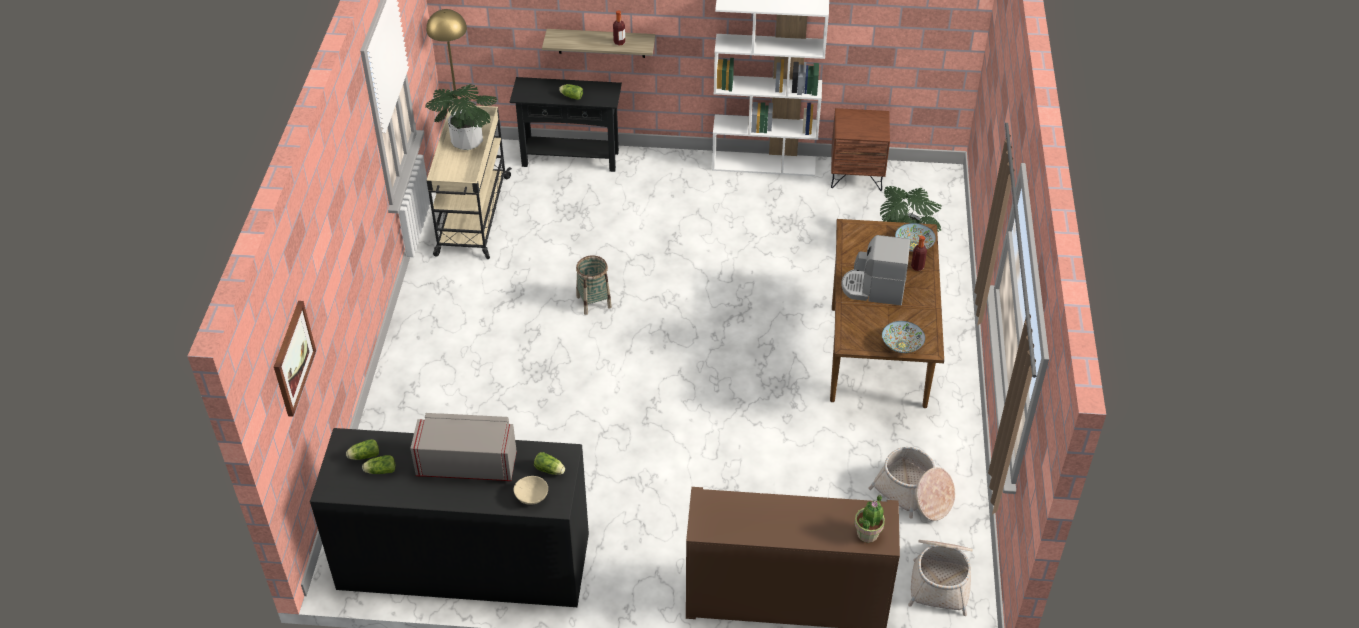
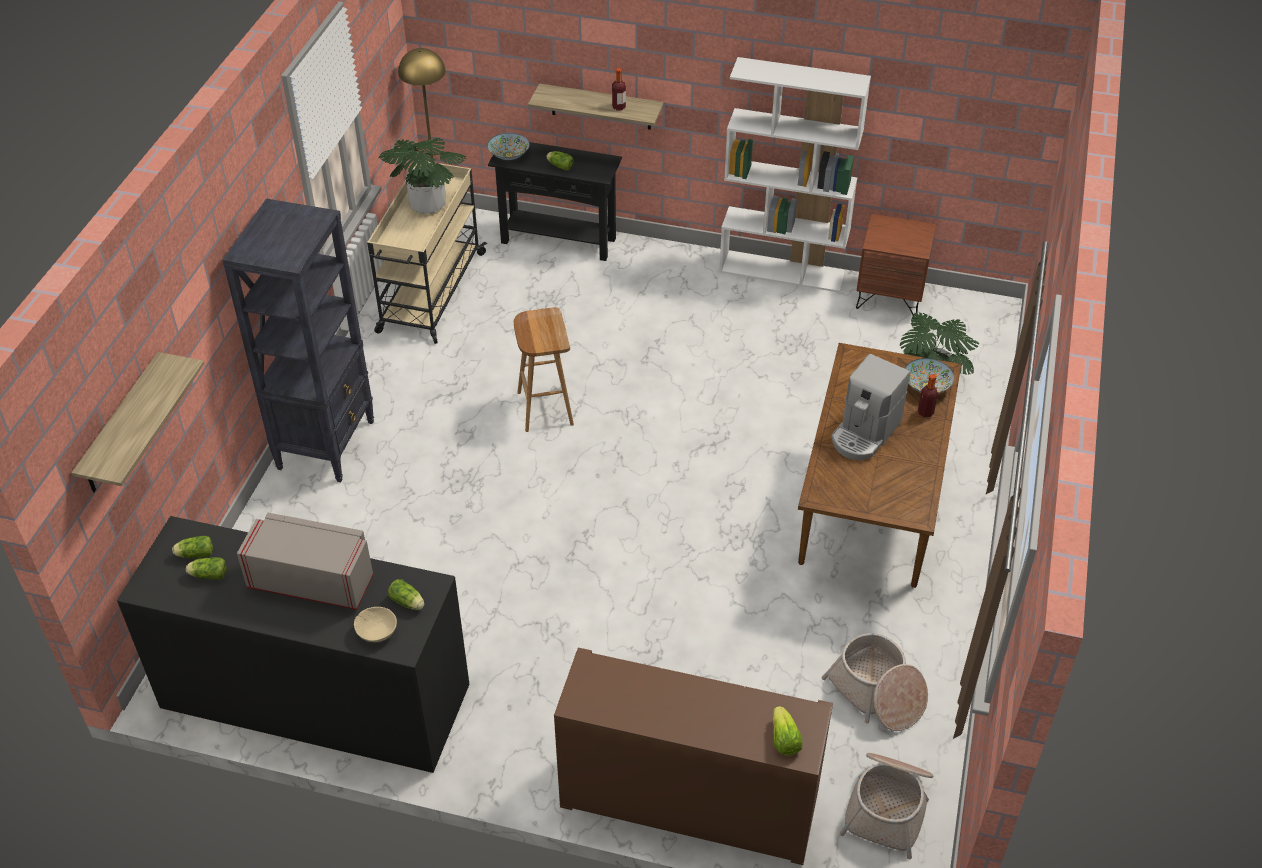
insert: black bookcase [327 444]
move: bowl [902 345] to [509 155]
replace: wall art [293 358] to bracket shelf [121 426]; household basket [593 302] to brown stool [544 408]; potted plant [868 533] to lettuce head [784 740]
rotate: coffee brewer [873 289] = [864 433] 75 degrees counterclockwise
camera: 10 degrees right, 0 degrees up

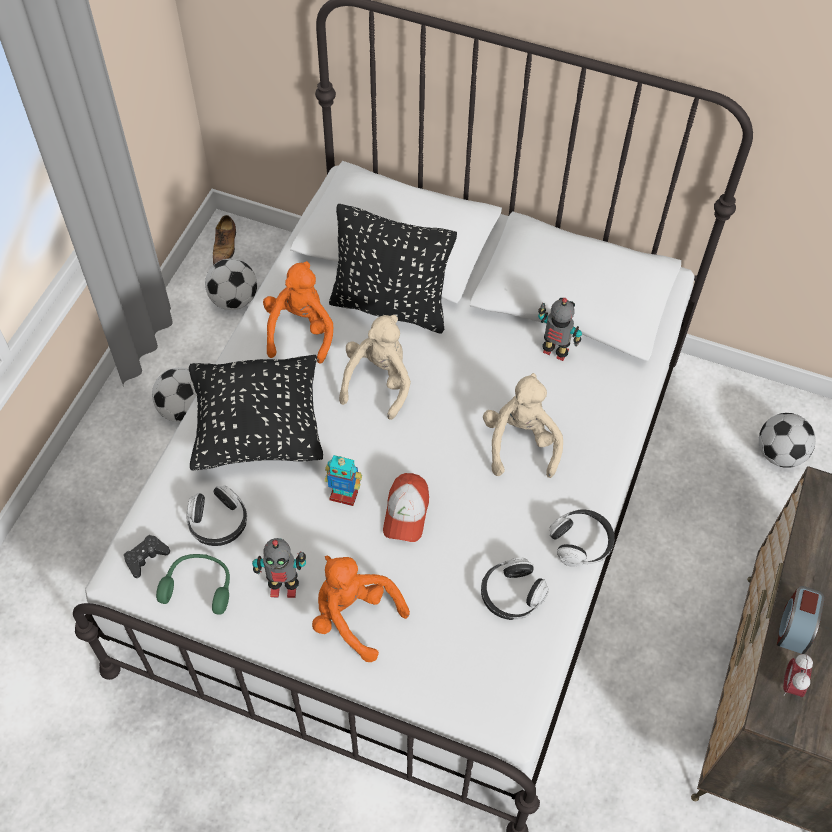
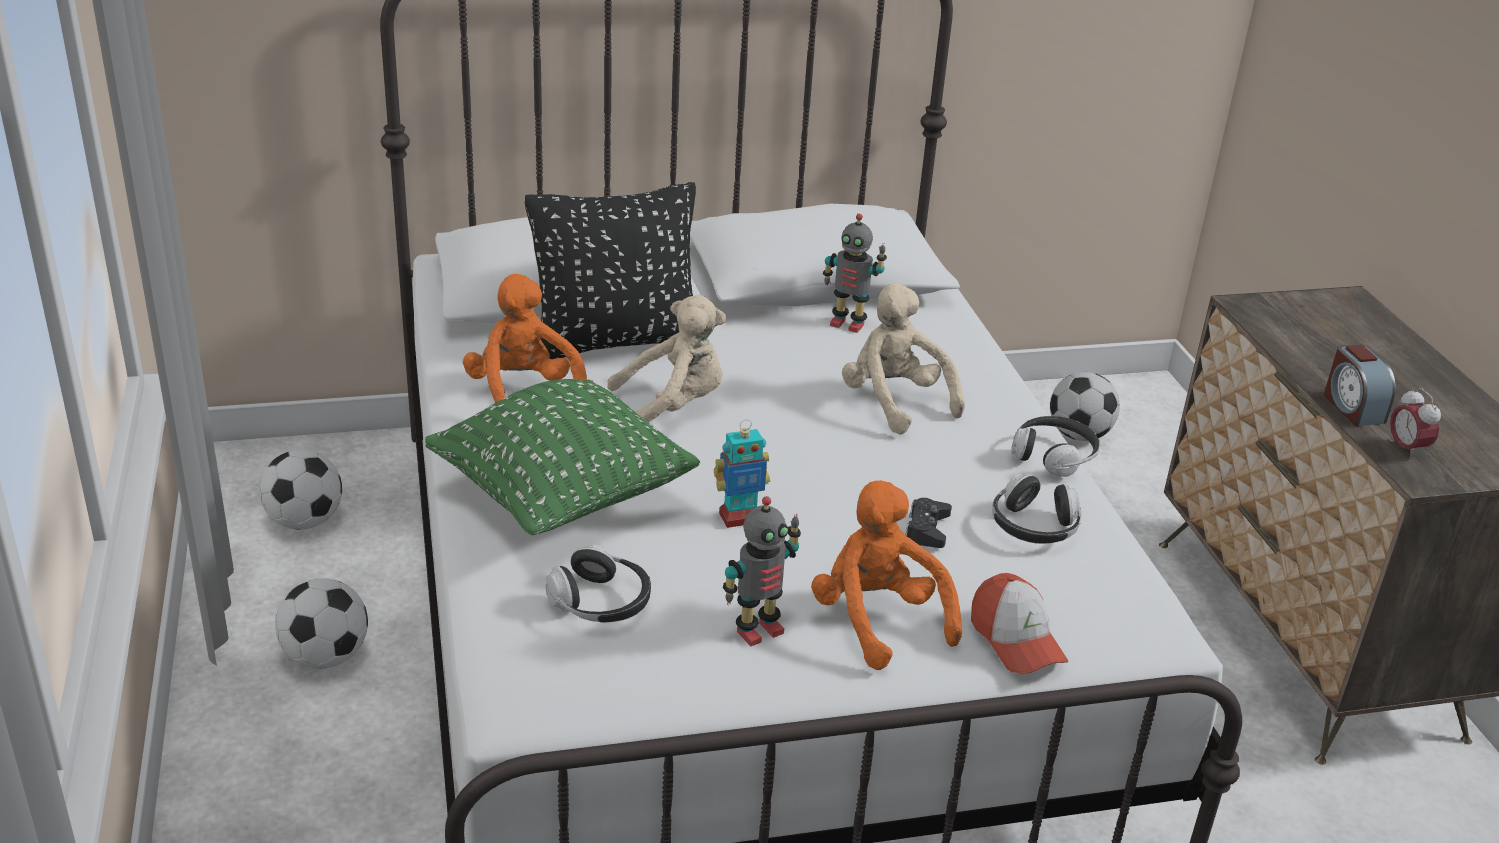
delete: greenish headset [199 586]; shoe [225 247]
move: black game controller [146 557] to [927 530]; peaked cap [406 513] to [1016 640]
recolor: black pillow [258 430] to greenish pillow [562 498]
rotate: orange-coloured cuddly toy [354 616] = [877 620] 60 degrees clockwise; beige cuddly toy [378 381] = [672 407] 90 degrees clockwise; model robot [554 353] = [848 324] 150 degrees counterclockwise
camera: 35 degrees left, 25 degrees down

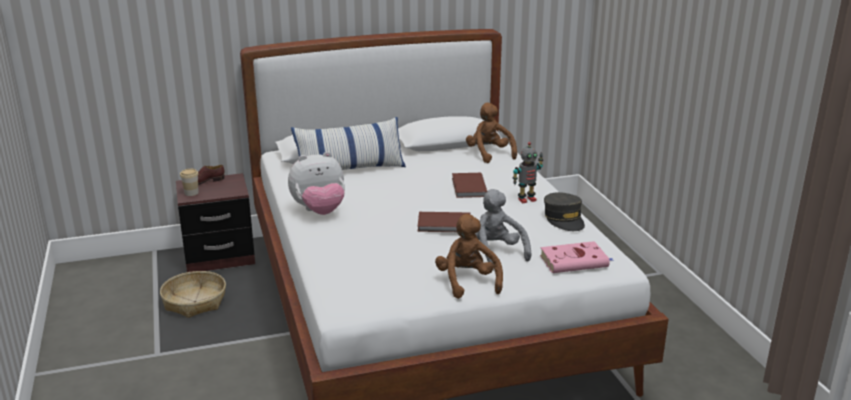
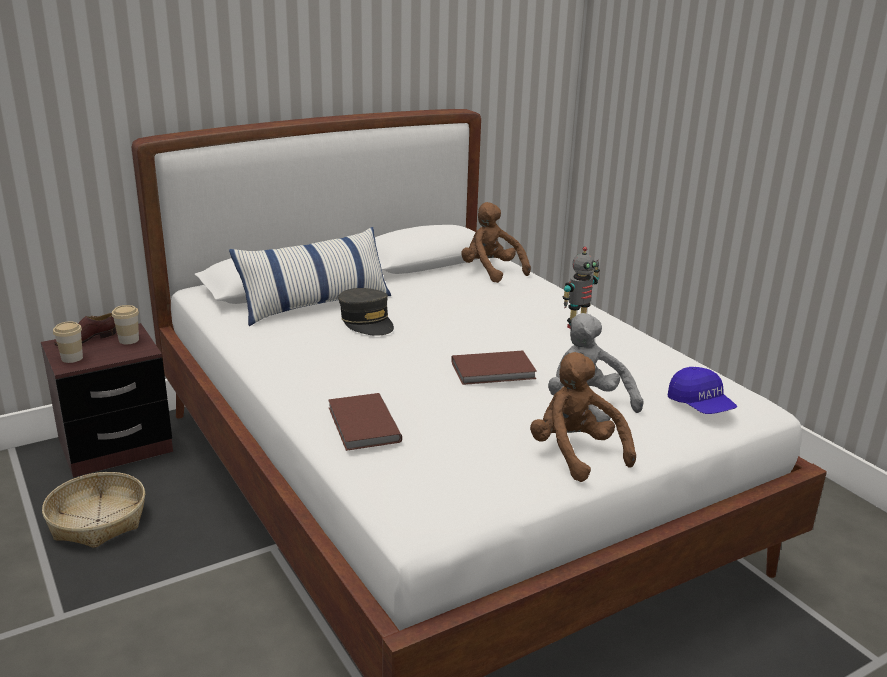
delete: cuddly toy [319 211]
insert: drinking cup [129 340]
move: brown volume [468 187] to [362 425]; gray peaked cap [564 219] to [367 322]
replace: pink volume [575 261] to bluish peaked cap [700 406]
camera: 15 degrees left, 0 degrees up

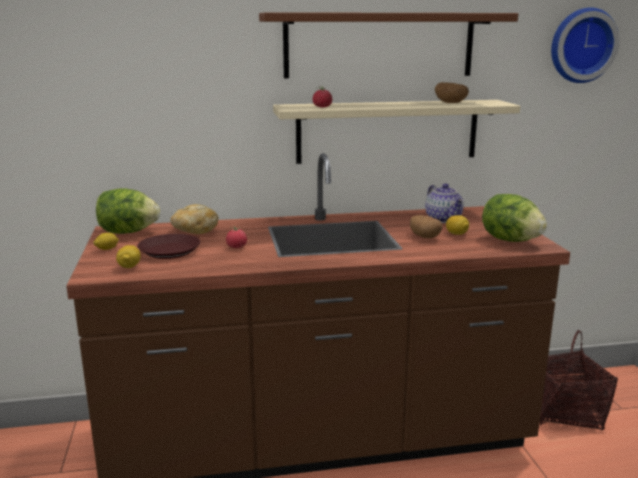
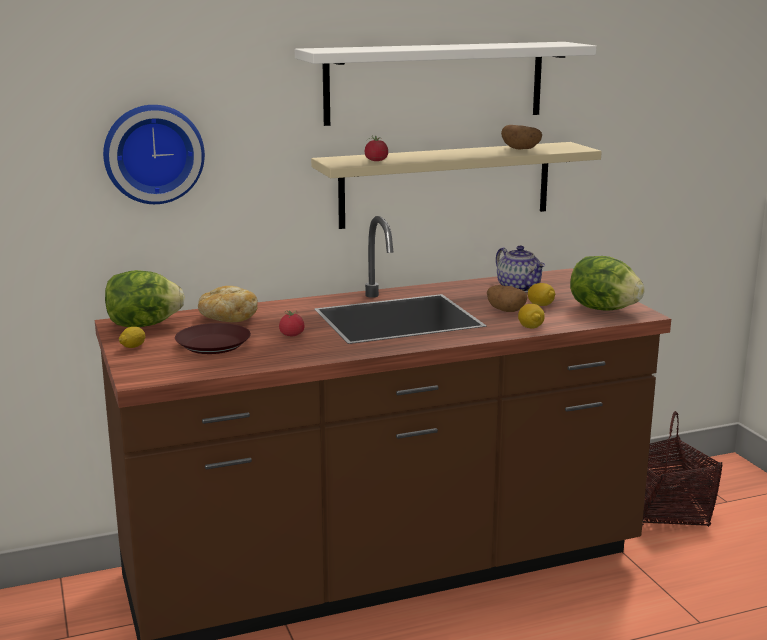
move: whole lemon [129 267] to [530 327]; hanging clock [581 45] to [153 153]
recolor: brown bracket shelf [379 45] to whitish bracket shelf [435 82]
camera: 10 degrees left, 0 degrees up

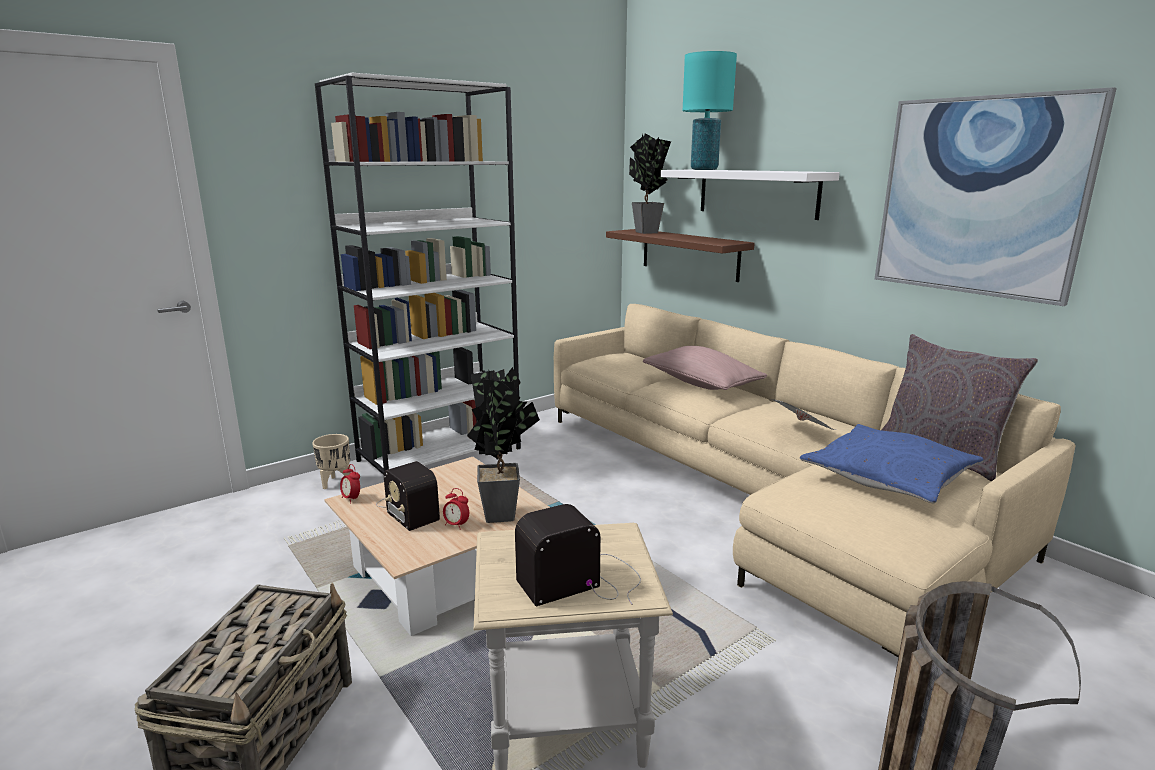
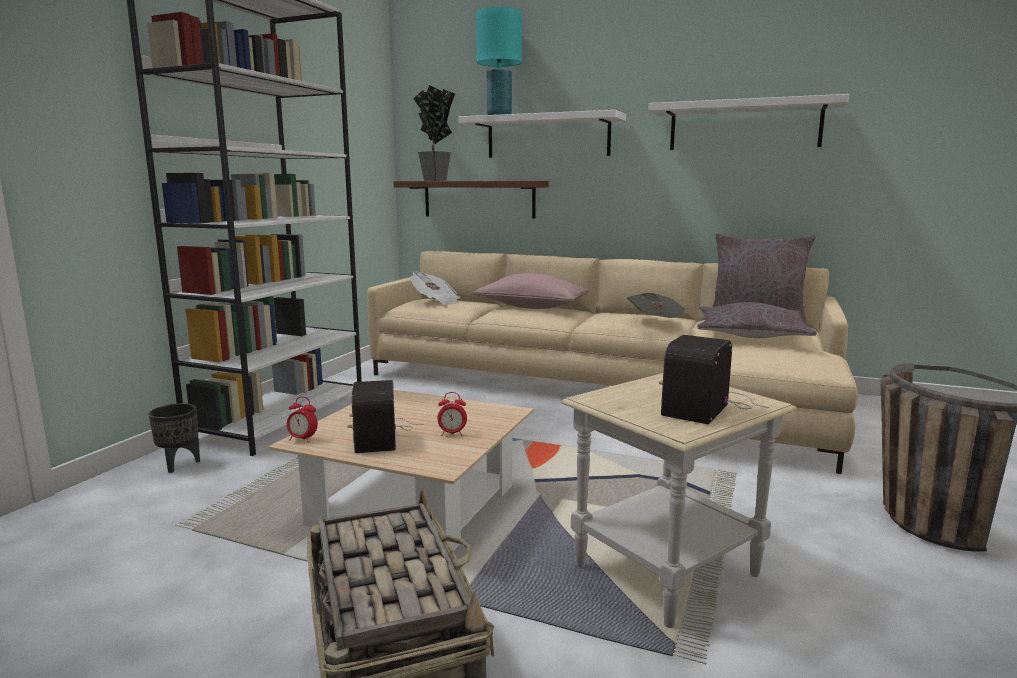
delete: potted plant [503 511]
insert: newspaper [435 302]
replace: wall art [980 197] to whitish bracket shelf [744 126]
recolor: beige planter [336 482] to black planter [179 464]; bluish pillow [888 477] to gray pillow [750 335]
rotate: radio receiver [408 508] = [380 433] 60 degrees clockwise
camera: 30 degrees left, 5 degrees down

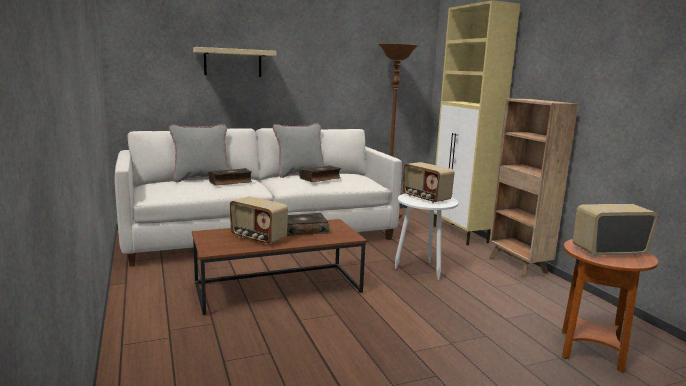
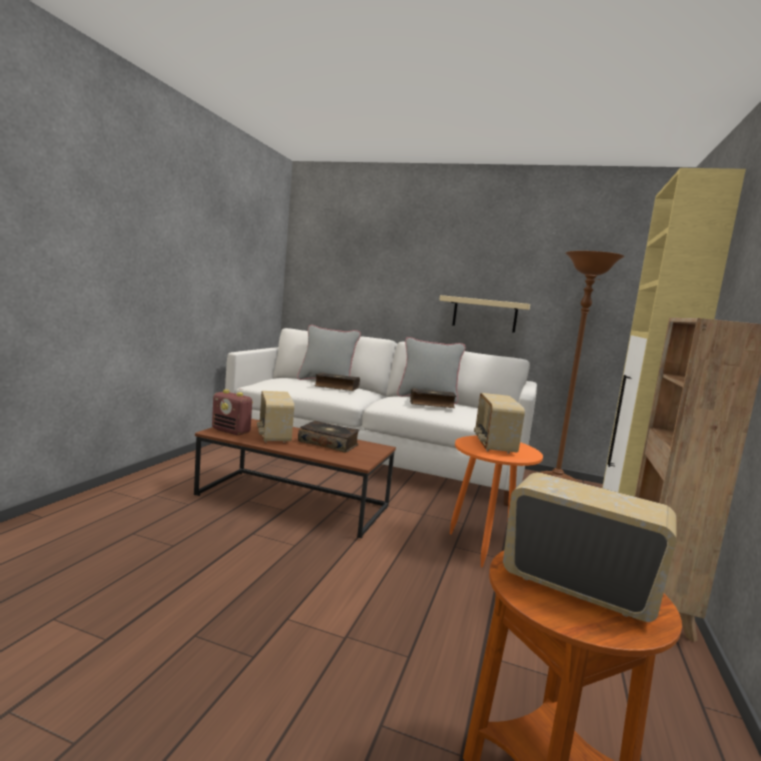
insert: radio receiver [231 431]
move: beige bracket shelf [233 62] to [484 314]
recolor: whitish accent table [422 269] to orange-coloured accent table [483 548]
camera: 40 degrees right, 5 degrees down

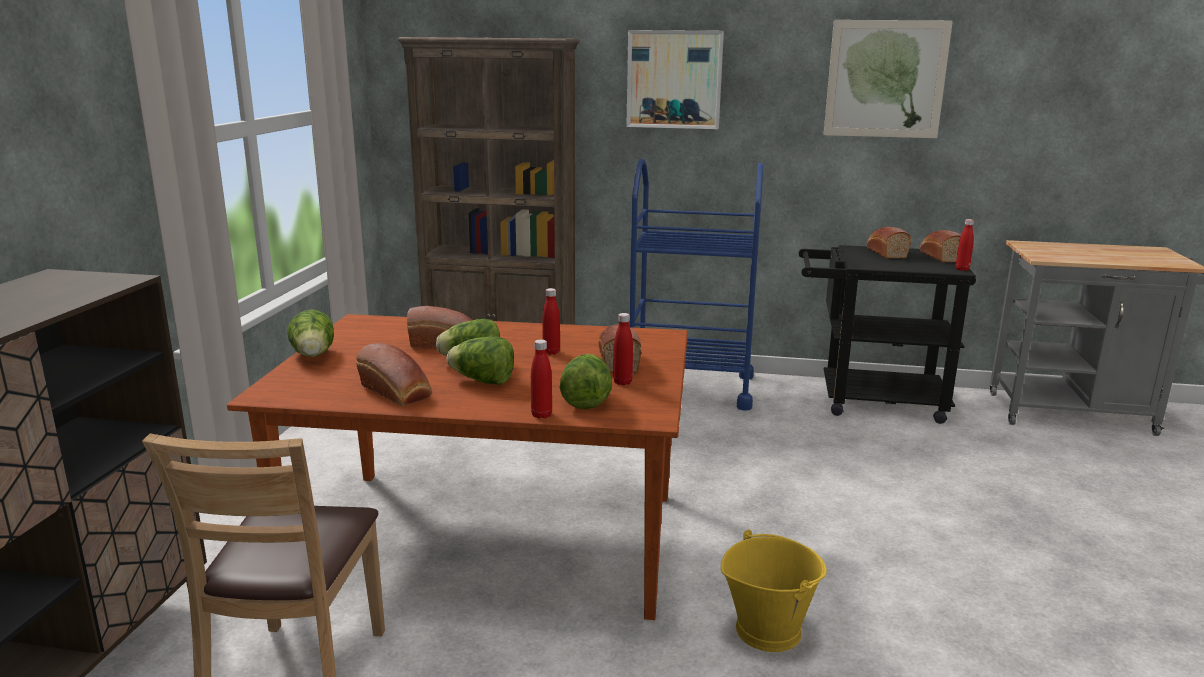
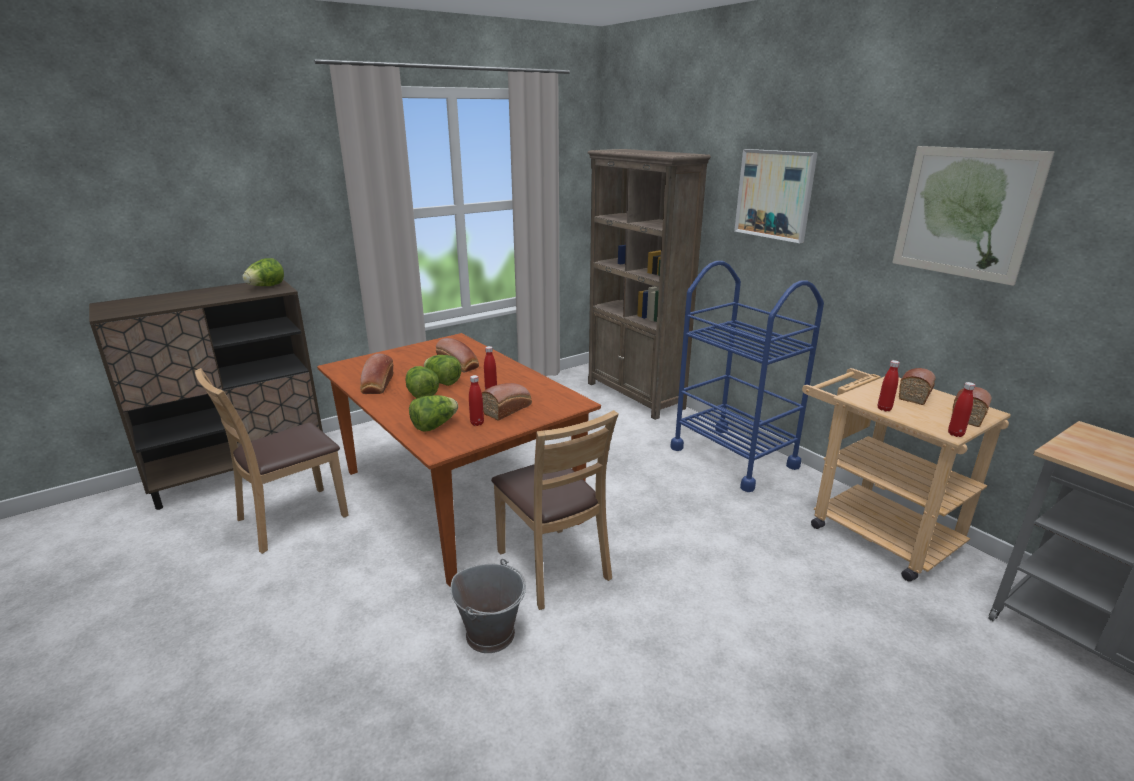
insert: brown upright chair [552 566]
move: lettuce head [314 356] to [266 286]; reddish drink bottle [541 415] to [884 409]
recolor: yellow pail [768 630] to gray pail [491 633]; black trolley [869 400] to beige trolley [871 530]
camera: 45 degrees right, 5 degrees up

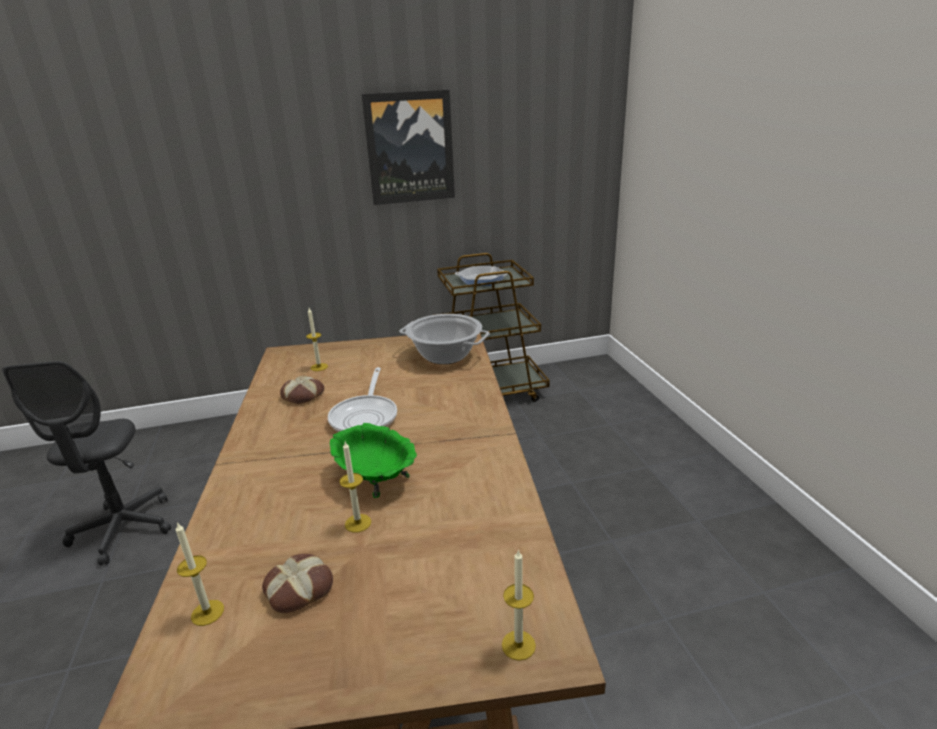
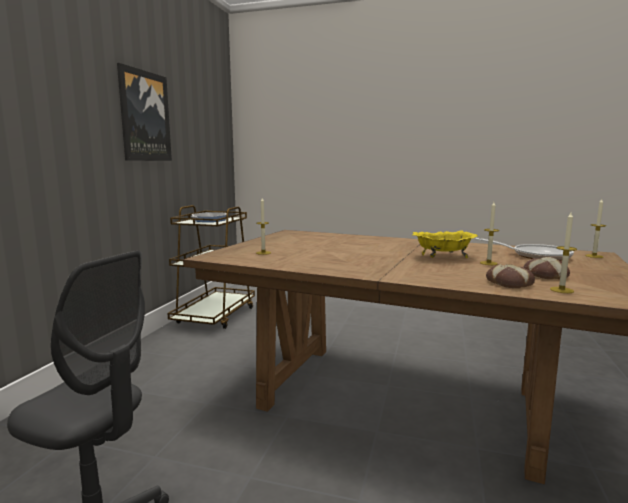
delete: saucepot [445 355]
move: bread [303 395] to [510 283]; pan [365 417] to [536 256]
recolor: greenish bowl [375 477] to yellow bowl [443 257]
camera: 60 degrees left, 15 degrees down

